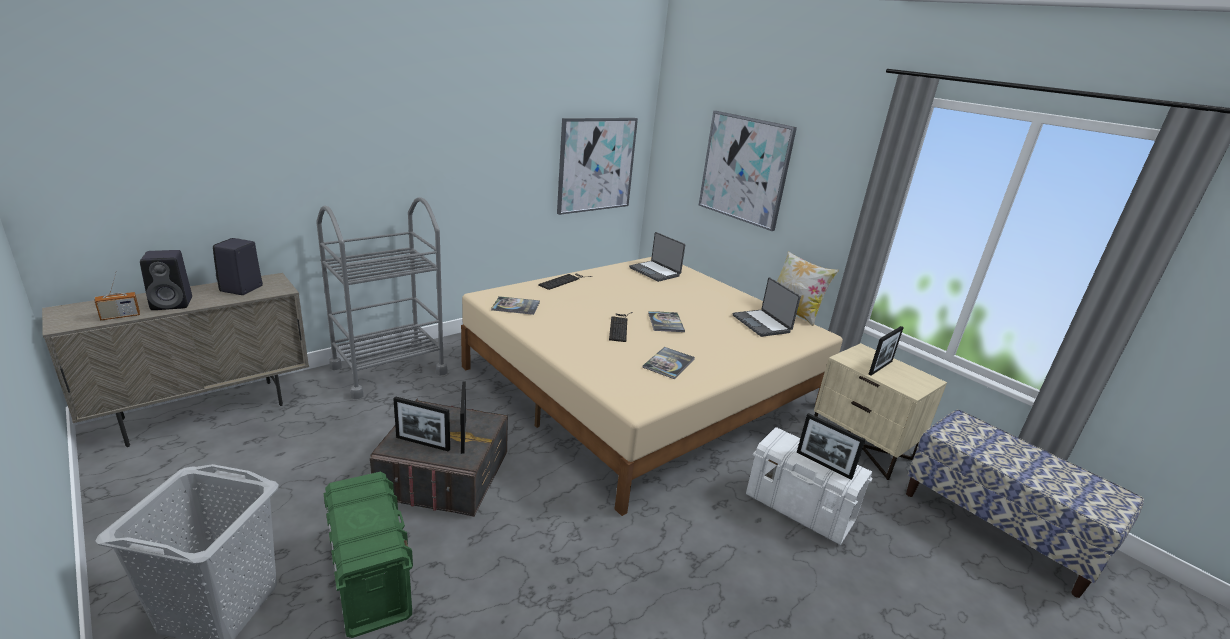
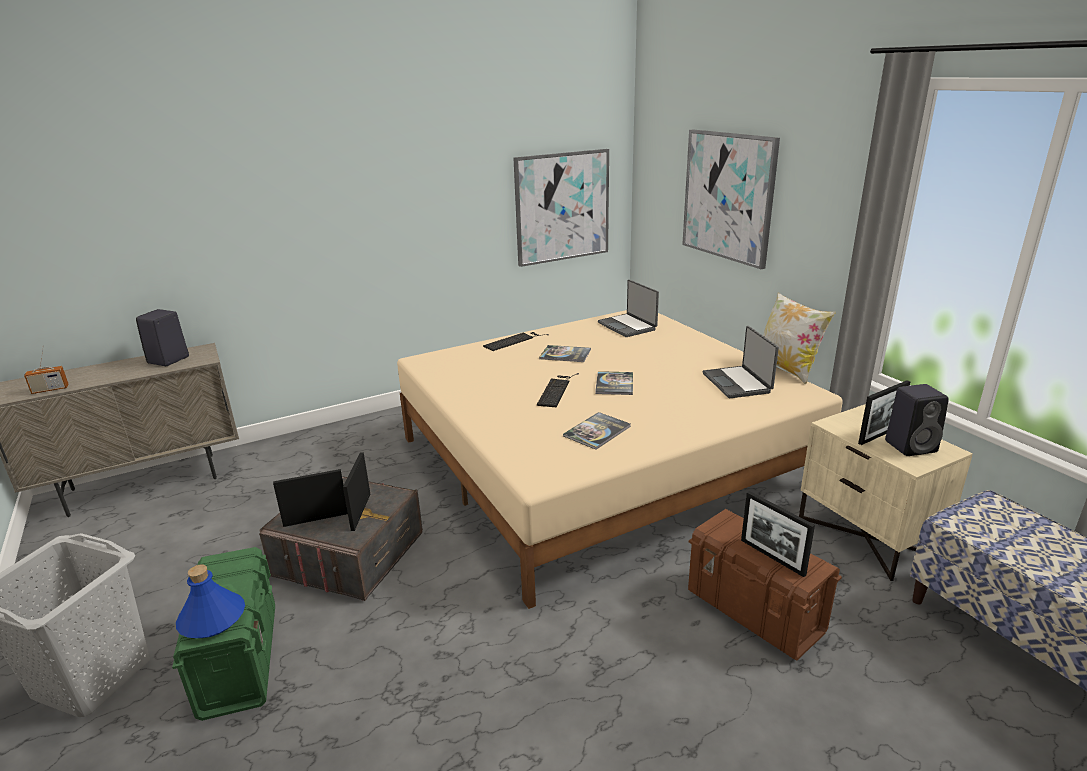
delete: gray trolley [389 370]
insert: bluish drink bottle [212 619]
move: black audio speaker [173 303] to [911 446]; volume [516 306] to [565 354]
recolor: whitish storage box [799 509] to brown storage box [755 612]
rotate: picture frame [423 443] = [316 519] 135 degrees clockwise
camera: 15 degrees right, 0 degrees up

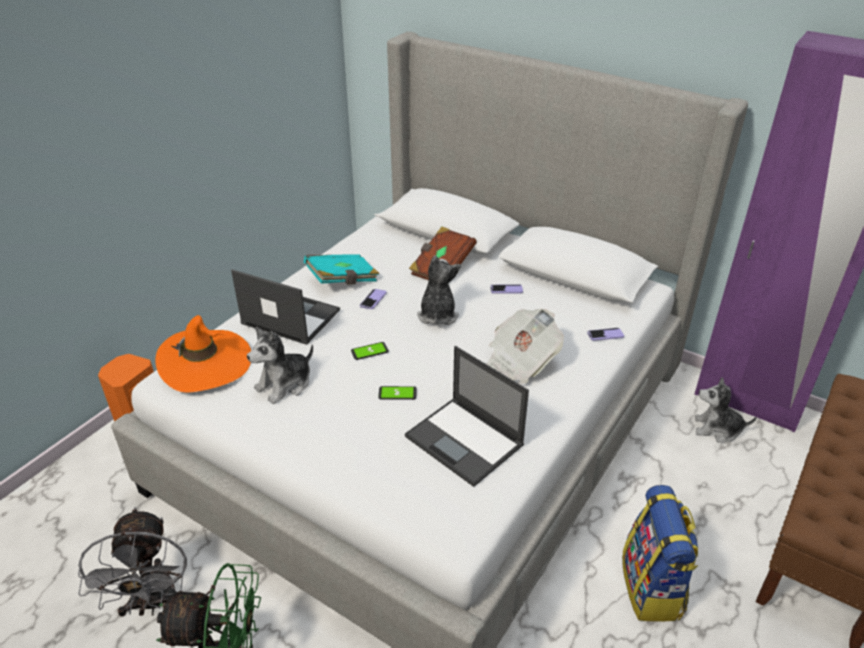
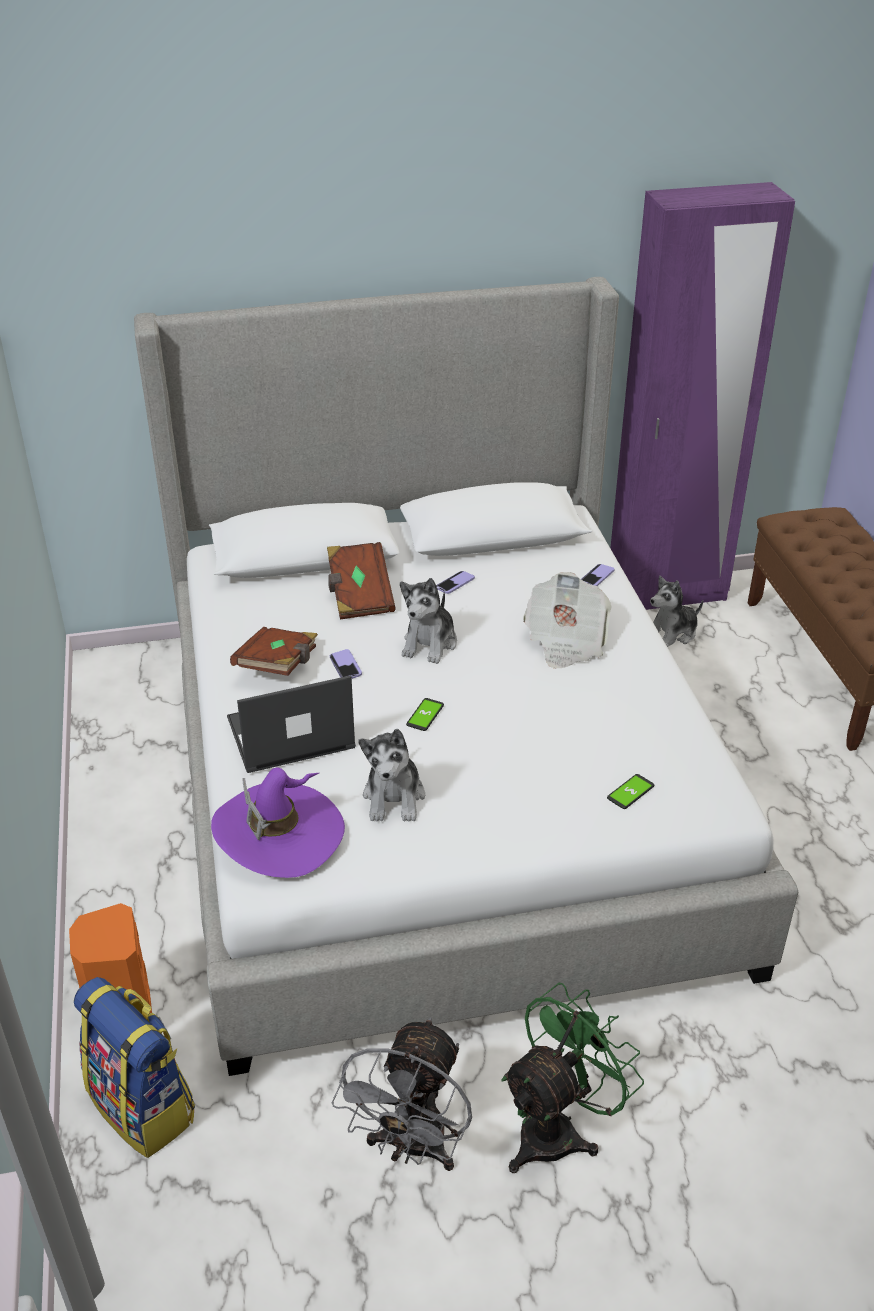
delete: notebook computer [465 441]
move: handset [397 393] to [630 792]; knapsack [652 588] to [144 1107]
recolor: orange-coloured hat [205 362] to purple hat [279 833]; turquoise-coloured volume [343 280] to brown volume [278 666]
rotate: gray cooling fan [154 604] = [412 1148] 75 degrees clockwise; cuddly toy [437 315] = [430 643] 120 degrees counterclockwise
camera: 45 degrees left, 0 degrees up

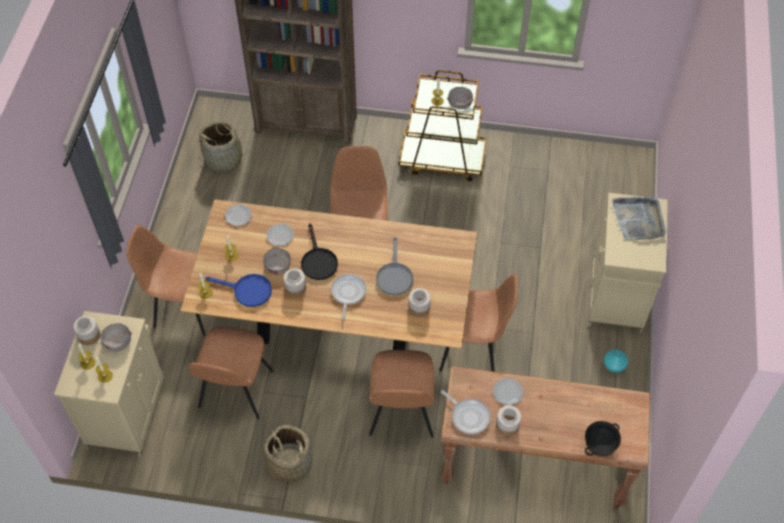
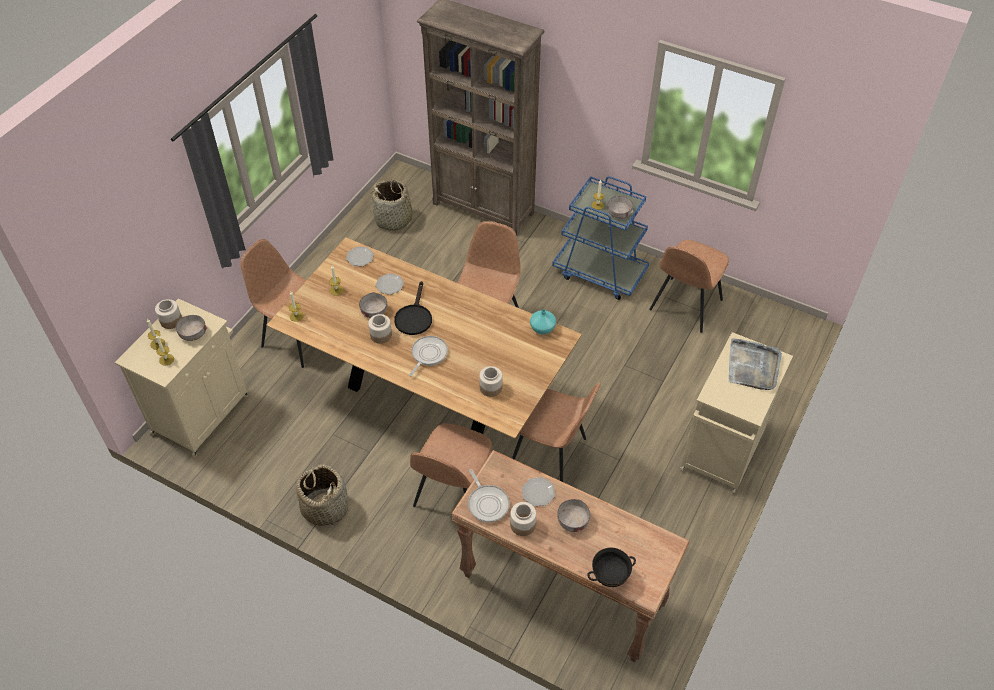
delete: bluish pan [247 291]; gray pan [394 275]
insert: gray bowl [573 521]
move: brown upright chair [235 391] to [685 306]; turquoise-coloured flower vase [614 365] to [543 328]
recolor: brown trolley [442 159] to bluish trolley [600 273]
camera: 20 degrees right, 5 degrees down

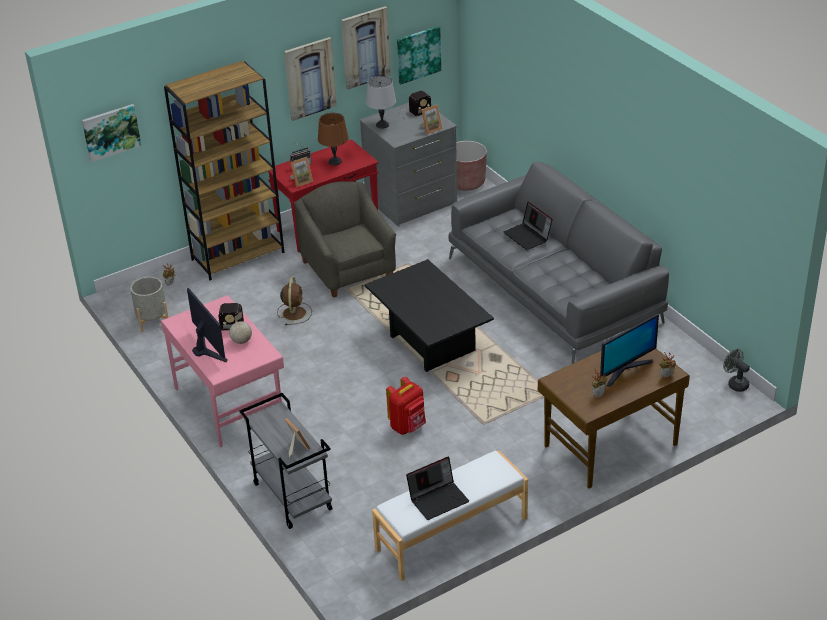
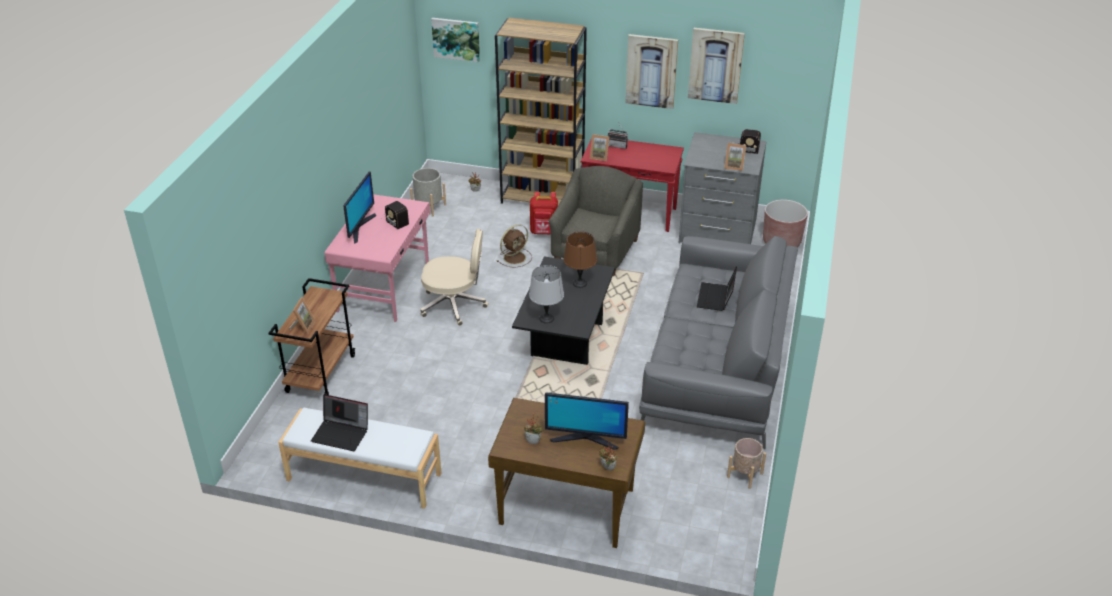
delete: world globe [242 341]; wall art [418 54]; gray cooling fan [735 383]
insert: beige office chair [454 305]; beige planter [745 475]
move: brown table lamp [335 162] to [579 283]; gray table lamp [382 125] to [546 319]; reddish knapsack [408 426] to [544 232]
recolor: gray trolley [291 496] to brown trolley [320 373]
camera: 45 degrees right, 0 degrees up

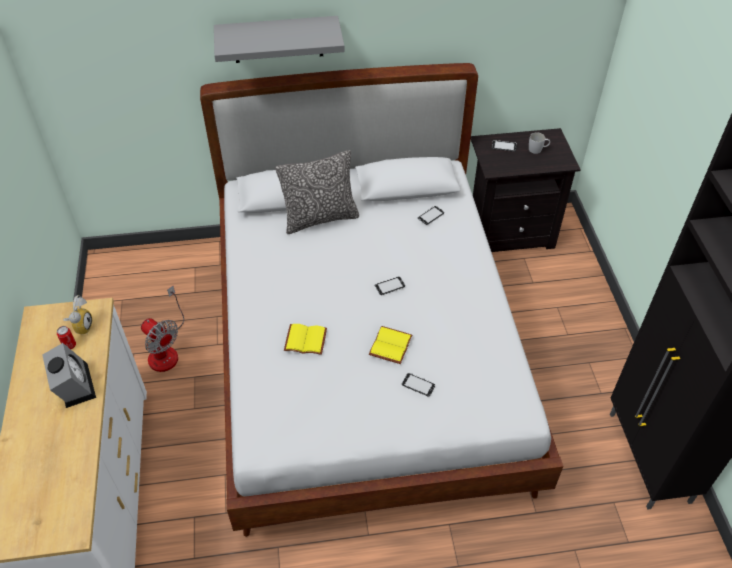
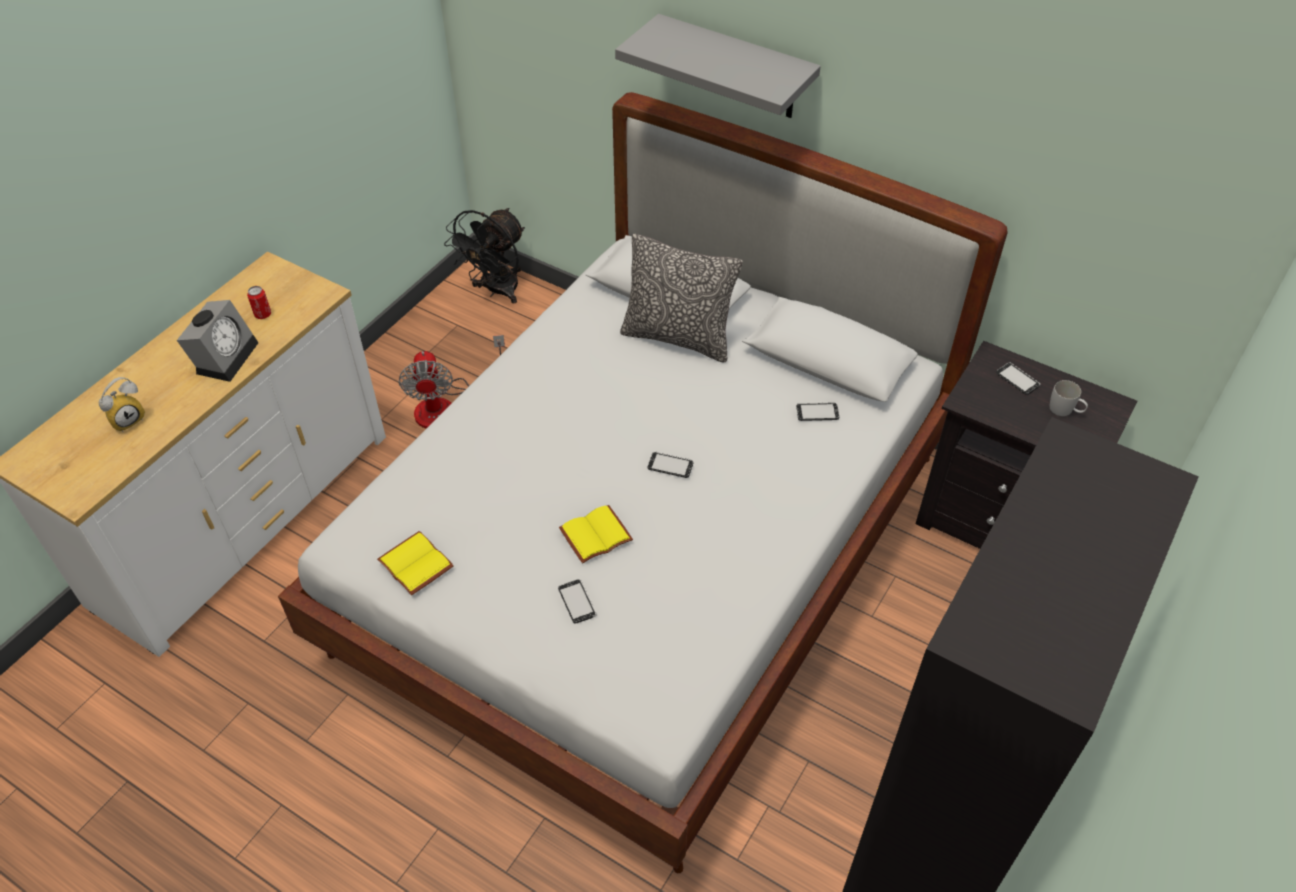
insert: black cooling fan [496 291]
move: bedside clock [81 326] to [128 419]; yellow volume [306 339] to [417 563]
camera: 40 degrees right, 0 degrees up

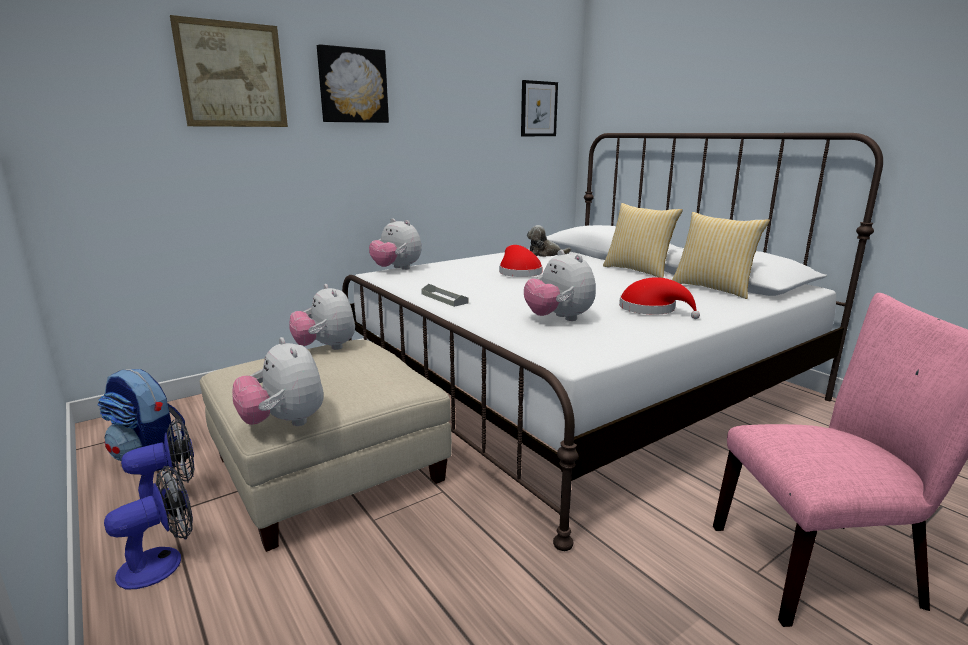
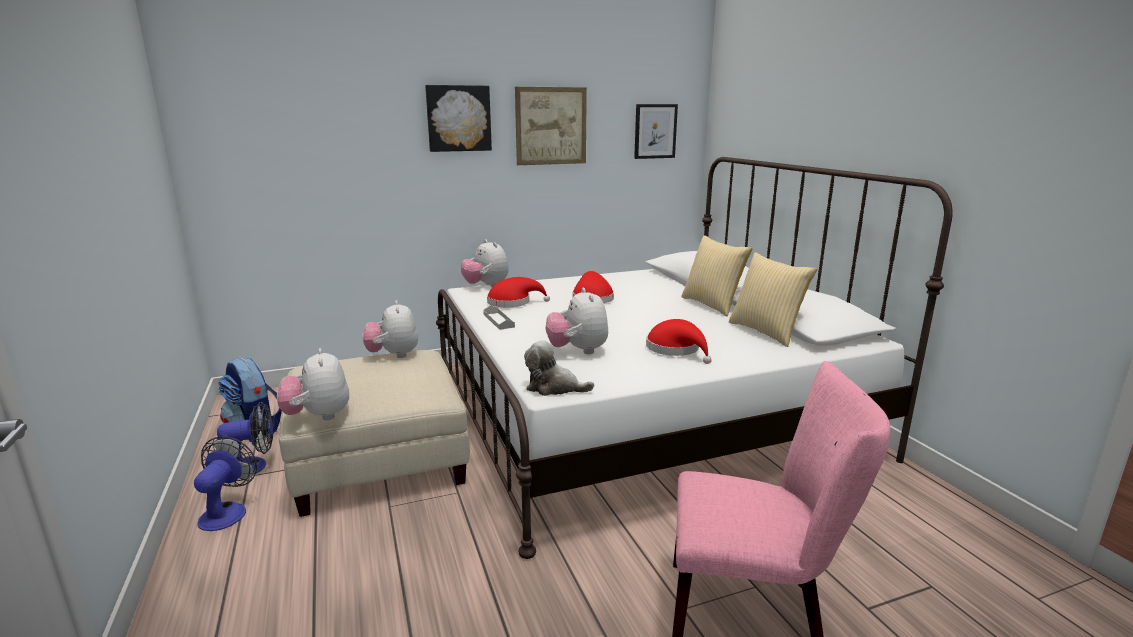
insert: reddish hat [512 302]
move: wall art [232 75] to [551 126]; cuddly toy [545 254] to [554 387]
rotate: cooling fan [162 562] = [227 511] 60 degrees counterclockwise
camera: 15 degrees right, 0 degrees up

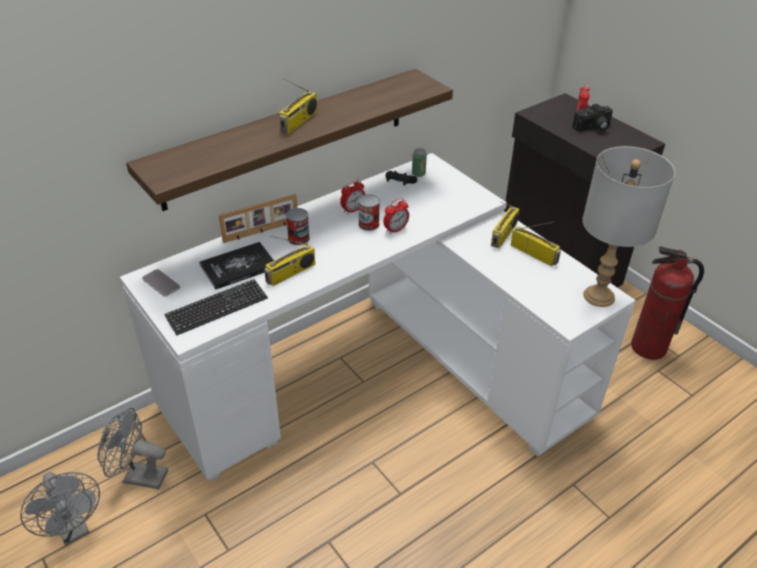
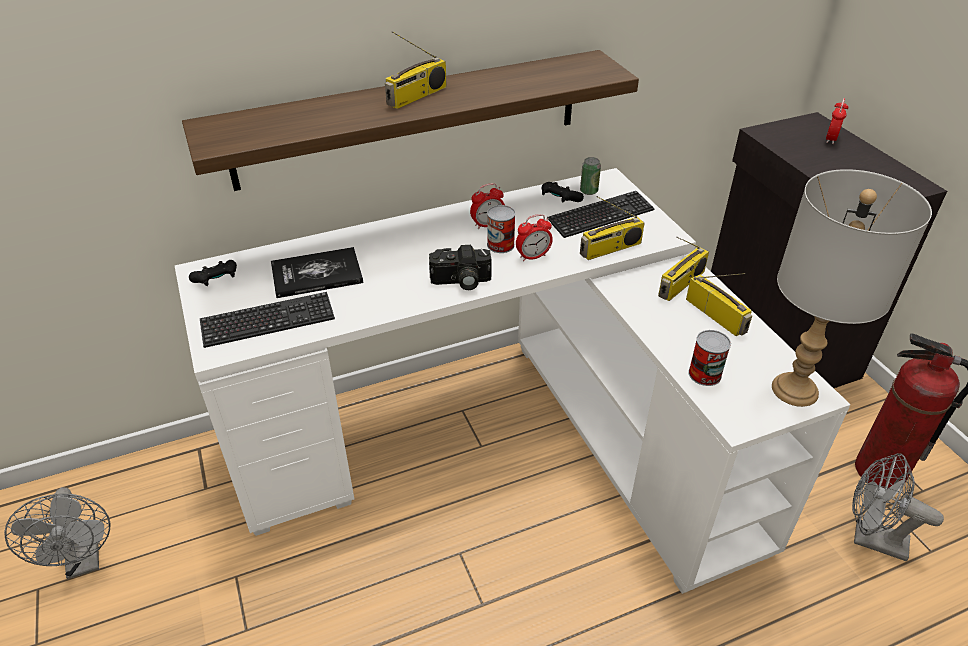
delete: picture frame [261 231]
insert: computer keyboard [600 216]
move: gray cooling fan [138 476] to [870 539]; radio receiver [290 273] to [610 249]; metal can [298 238] to [704 374]; photo camera [593 128] to [460 281]
replace: handset [161 283] to black game controller [217 281]
camera: 15 degrees right, 0 degrees up

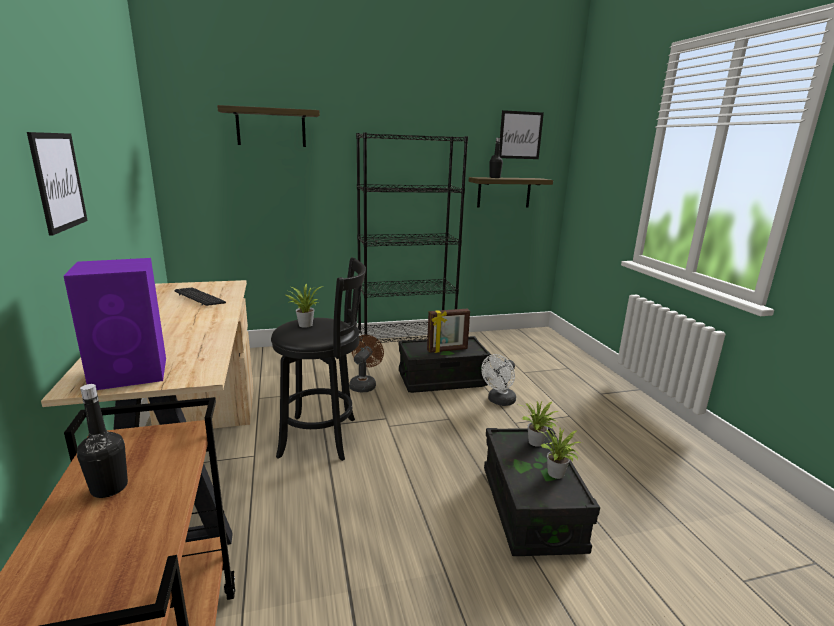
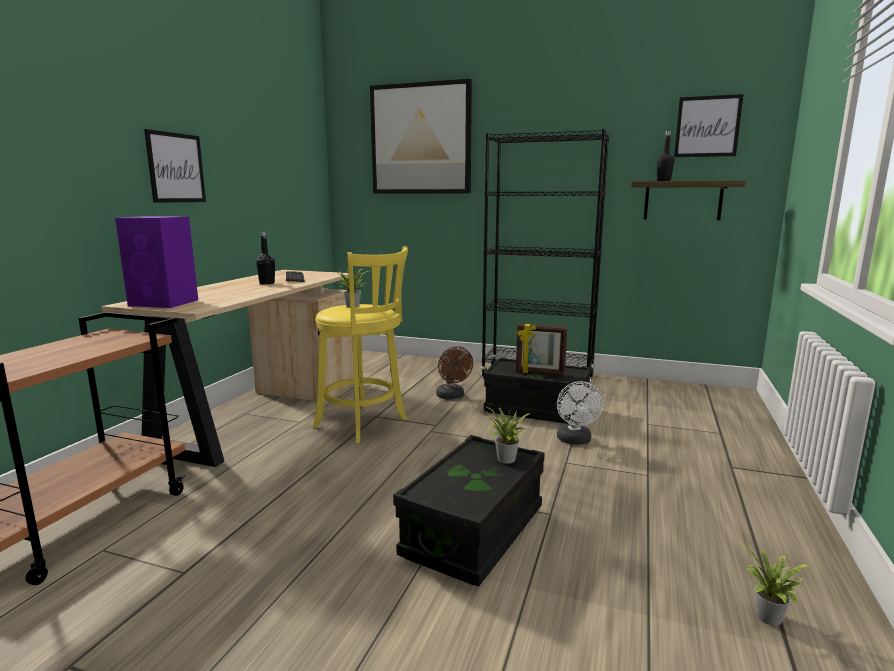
move: black drink bottle [109 488] to [267 283]; potted plant [556 475] to [767 619]
replace: bracket shelf [271 127] to wall art [421 139]
recolor: black stool [323 437] to yellow stool [364 424]
rotate: brown cooling fan [364 384] = [452 396] 105 degrees clockwise; whitish cooling fan [499 401] = [575 441] 75 degrees counterclockwise
camera: 35 degrees right, 5 degrees down

